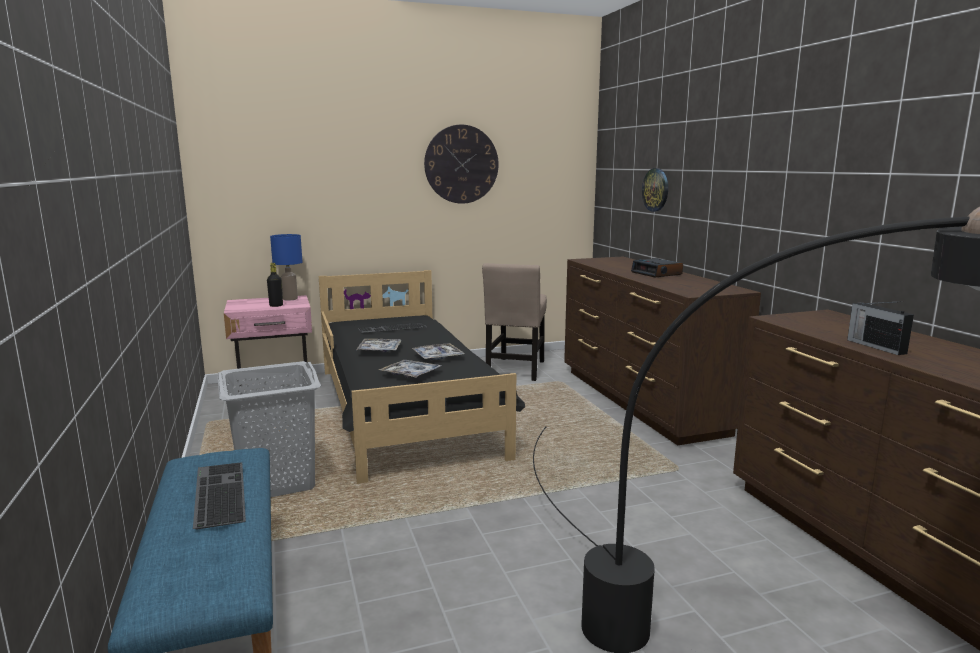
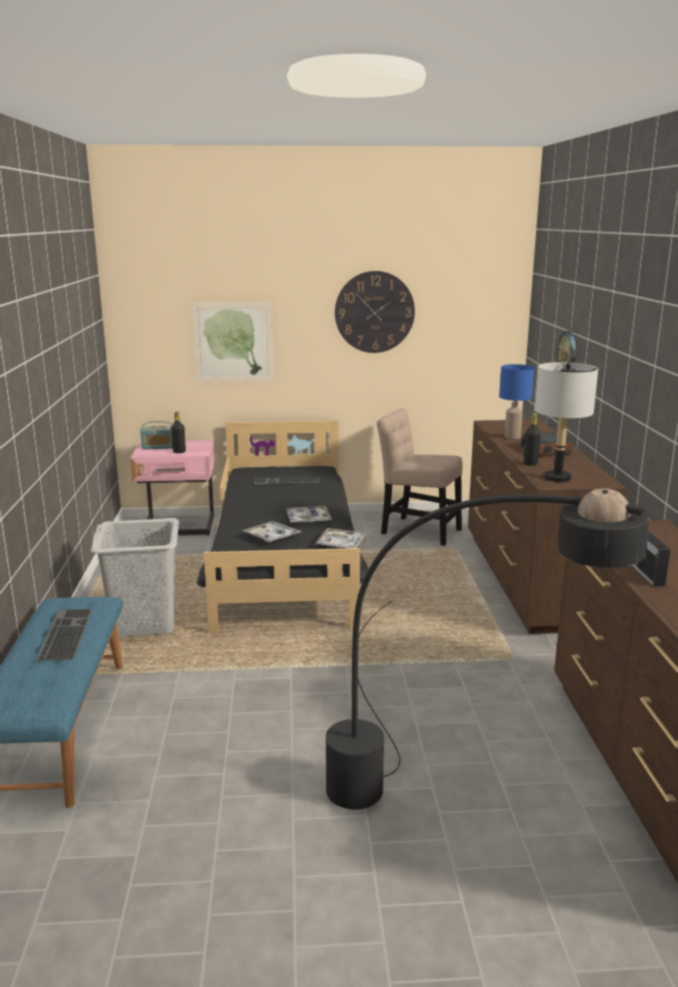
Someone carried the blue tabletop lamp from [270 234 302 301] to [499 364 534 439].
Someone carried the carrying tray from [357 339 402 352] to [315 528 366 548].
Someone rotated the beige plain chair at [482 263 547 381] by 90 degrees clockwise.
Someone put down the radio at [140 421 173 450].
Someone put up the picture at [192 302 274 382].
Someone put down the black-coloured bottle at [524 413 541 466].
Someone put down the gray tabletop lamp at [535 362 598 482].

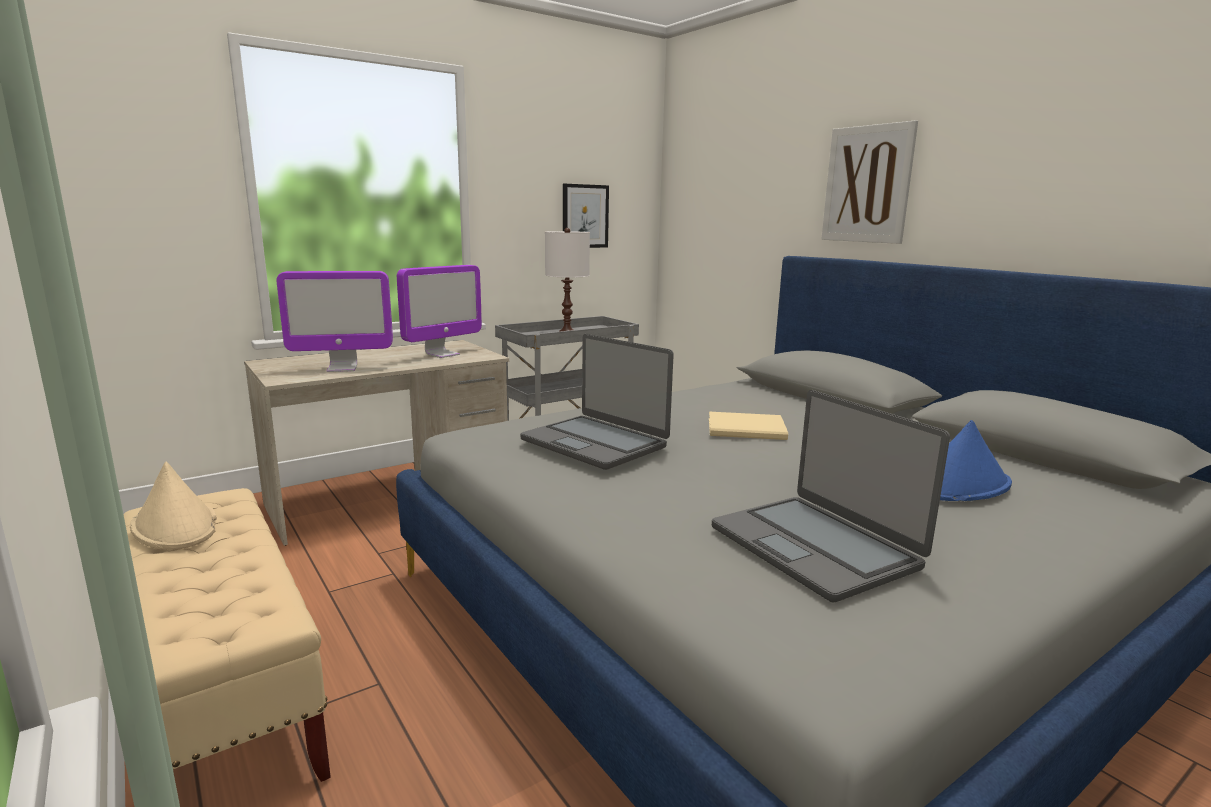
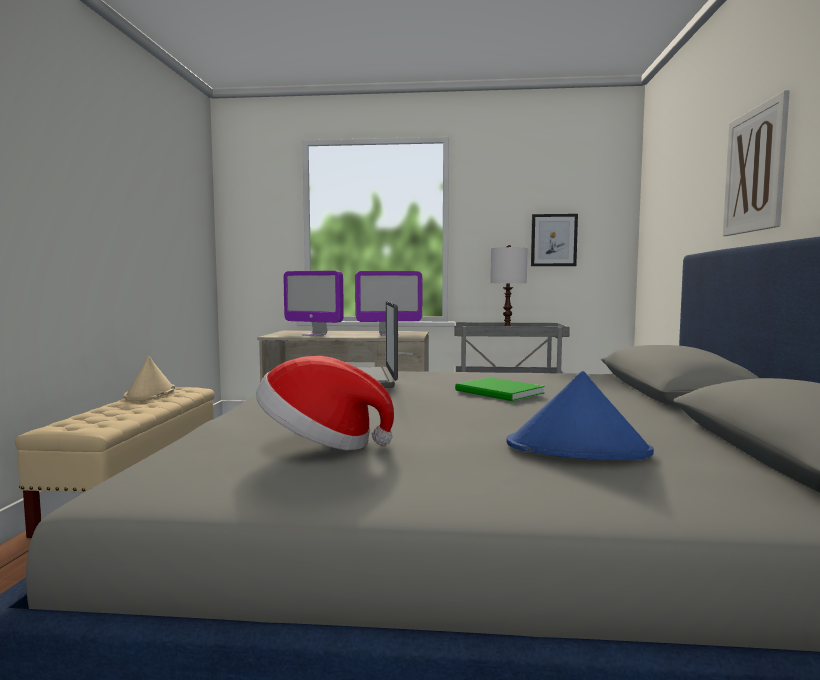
Someone repainted the beige volume at [709 412 788 440], which became the greenish volume at [455 377 545 401].
Someone swapped the laptop at [712 390 950 603] for the hat at [256 356 394 451].

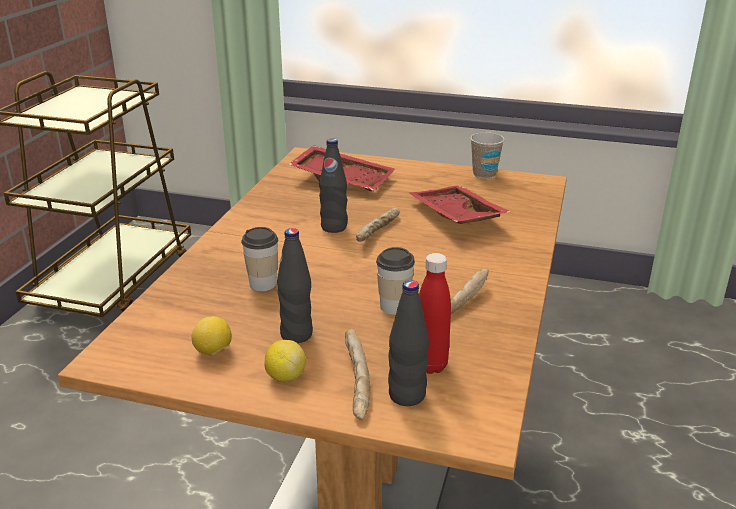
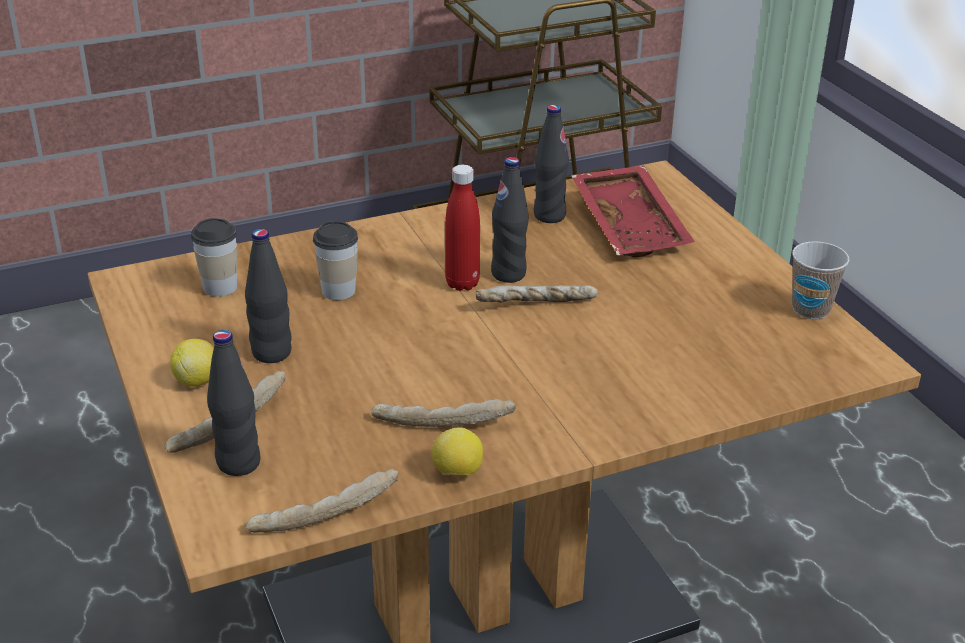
Someone carried the whole lemon from [191 316 232 355] to [431 427 483 476].
Someone carried the cup from [376 247 415 315] to [191 218 237 297].
Someone took away the red-coloured carrying tray at [409 185 510 224].
Someone carried the red-coloured bottle from [419 253 451 374] to [445 165 480 291].
Someone put down the baked bread at [246 468 399 533].
Someone put down the black-coloured bottle at [534 105 569 223].

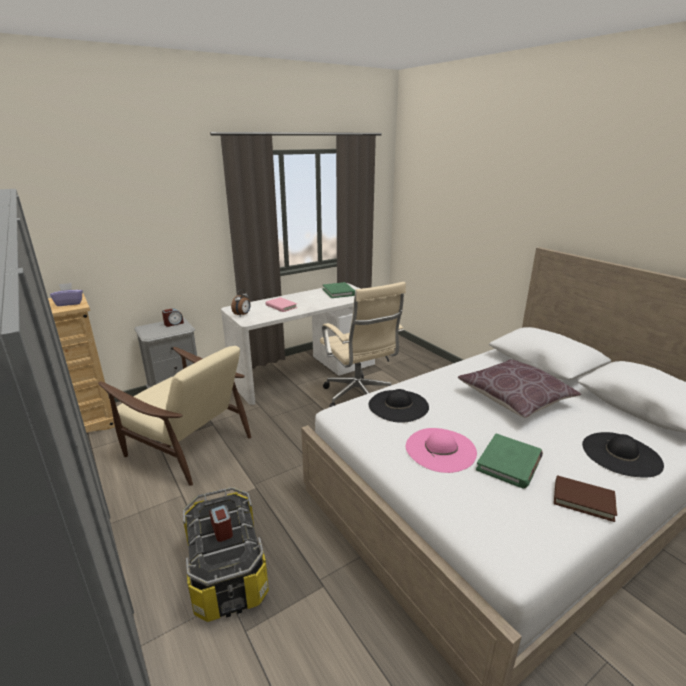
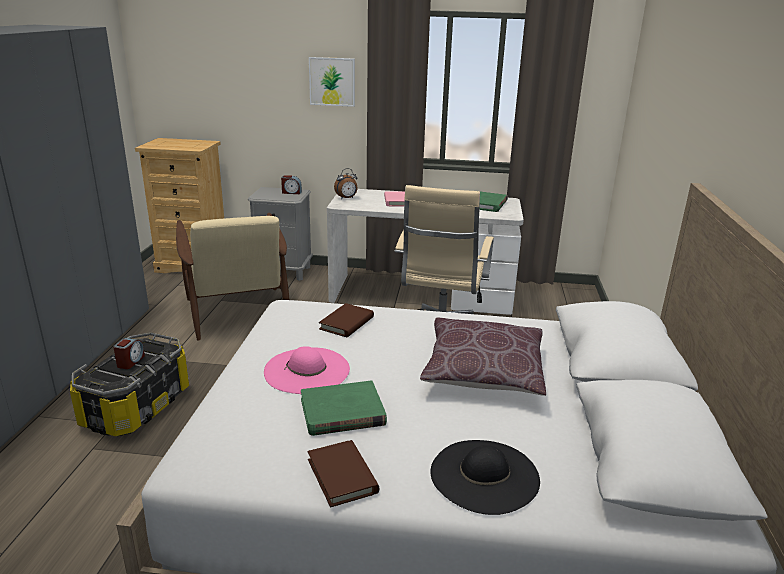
Someone took away the purple tissue holder at [50 283 83 306].
Someone swapped the black-coloured hat at [369 389 429 423] for the brownish volume at [319 303 374 337].
Someone put up the picture at [309 57 355 107].

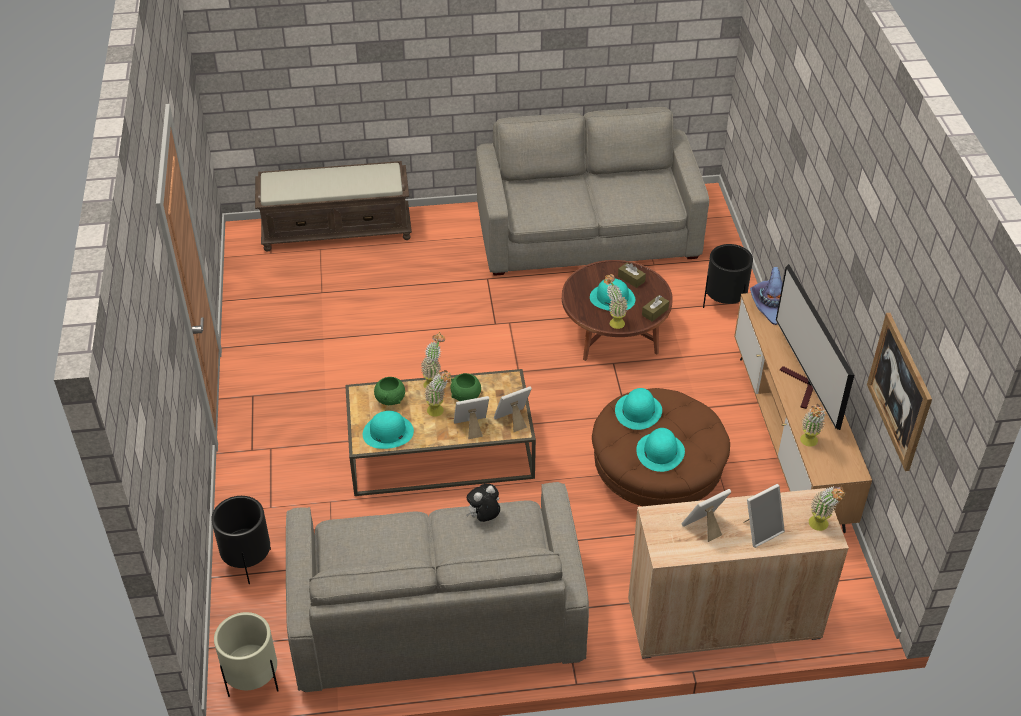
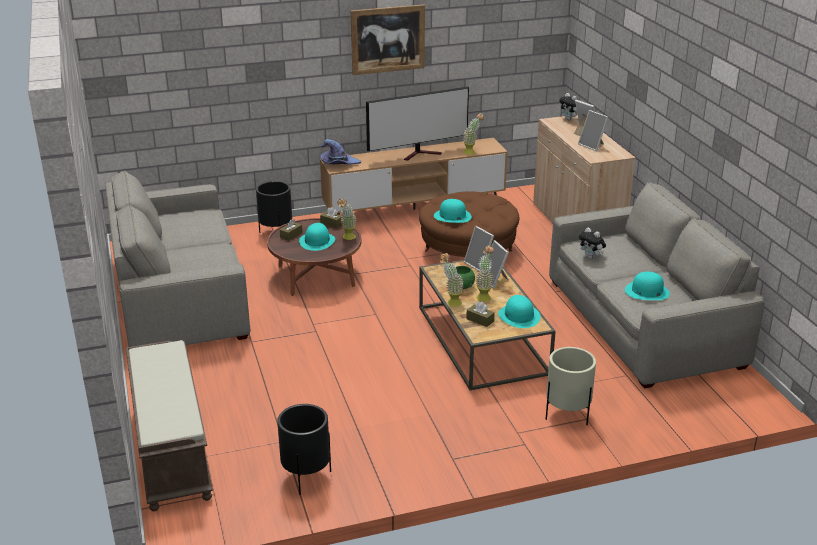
Someone carried the black-coloured plant pot from [211 496 271 584] to [277 404 331 495].
Someone carried the beige plant pot from [214 612 279 697] to [546 347 596 425].
Someone swapped the greenish bowl at [374 377 405 405] for the brownish tissue holder at [466 302 495 327].
Someone carried the blue-green hat from [636 428 685 472] to [625 272 670 300].
Someone swapped the houseplant at [809 486 846 531] for the cuddly toy at [559 93 578 120].
Someone carried the picture from [867 313 932 471] to [351 5 425 75].

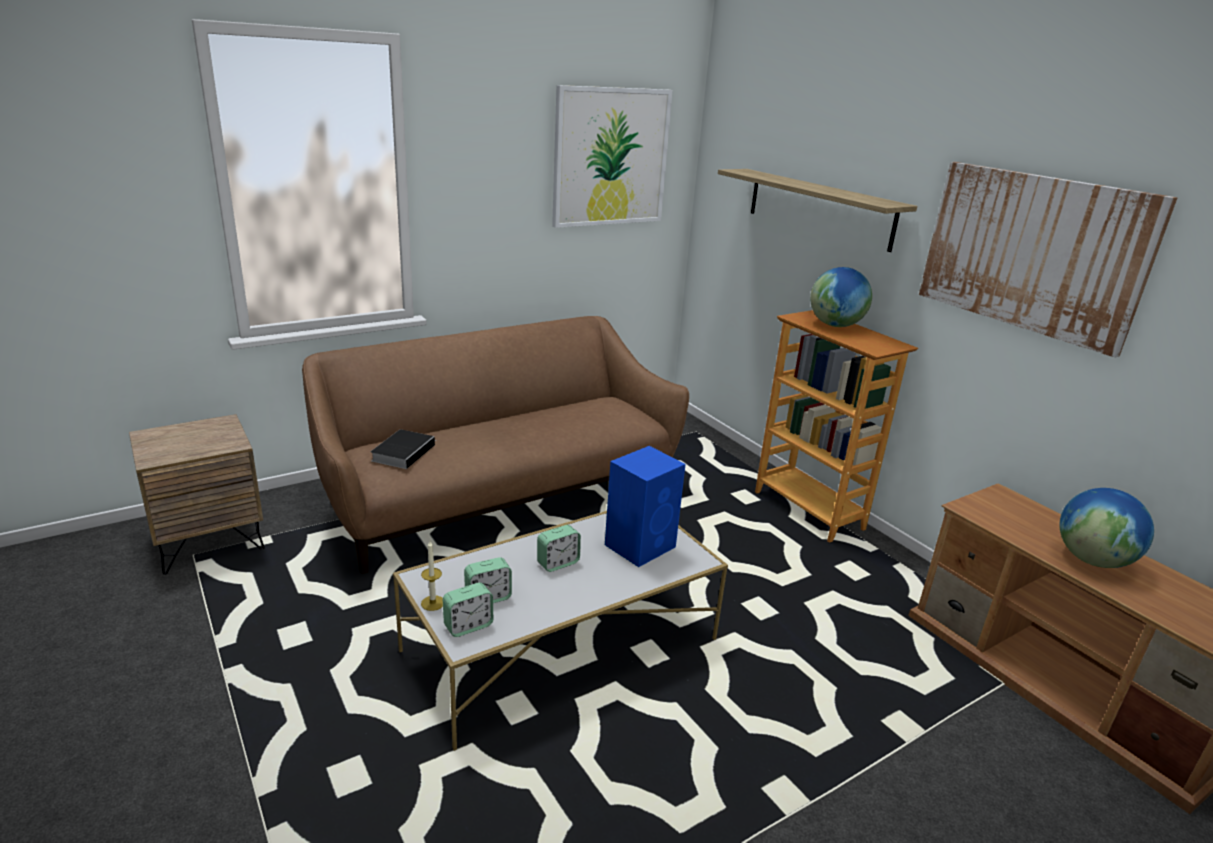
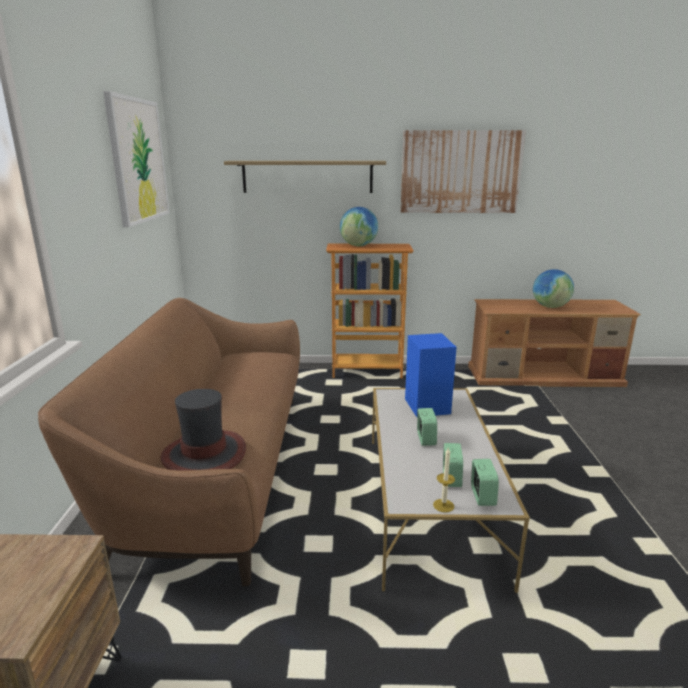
Someone swapped the volume at [371 429 437 469] for the hat at [160 389 246 471].

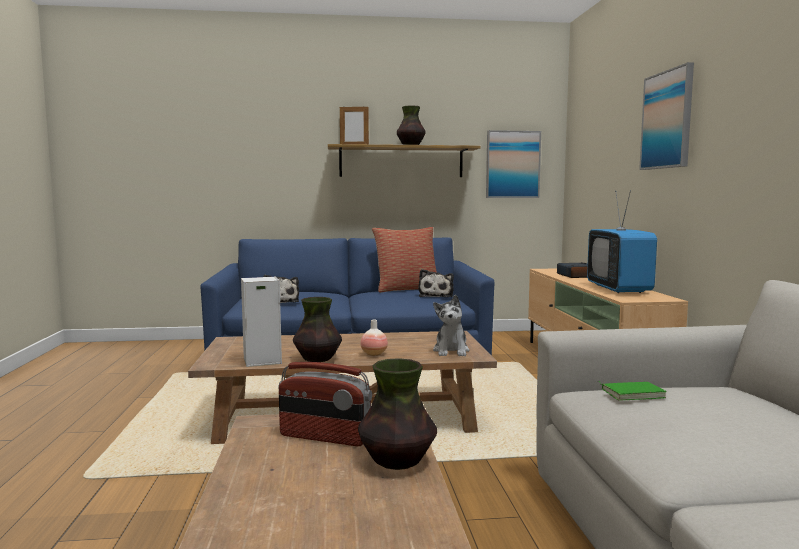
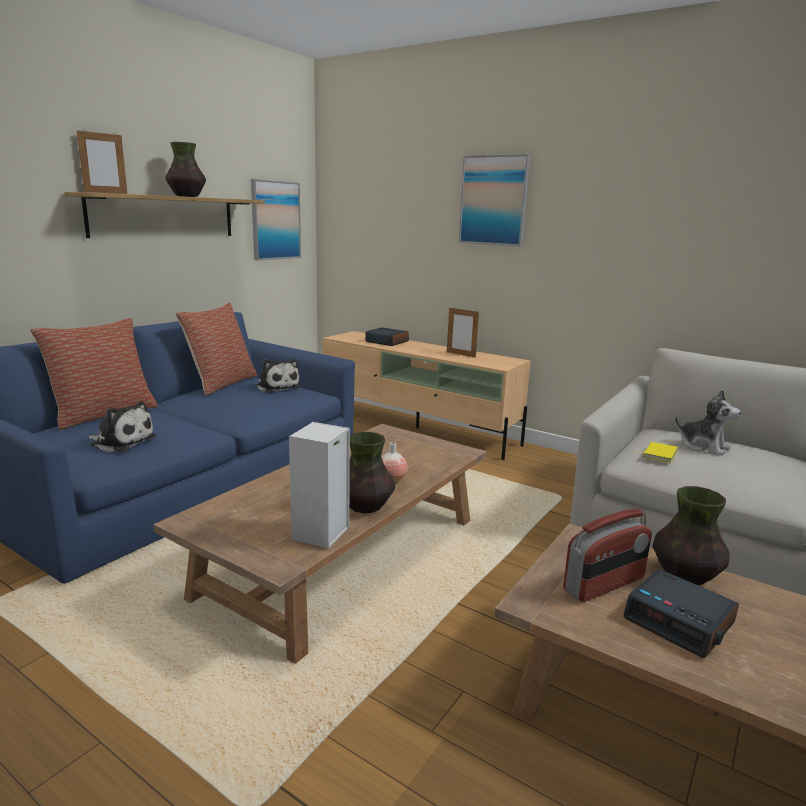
Someone carried the cuddly toy from [433 295 470 356] to [675 389 741 456].
Someone swapped the television at [587 190 657 293] for the standing frame at [447 307 479 358].
Someone repainted the greenish volume at [599 381 667 400], which became the yellowish volume at [634 442 678 463].
Someone put down the pillow at [30 318 158 430].
Someone put down the bedside clock at [623 569 739 658].

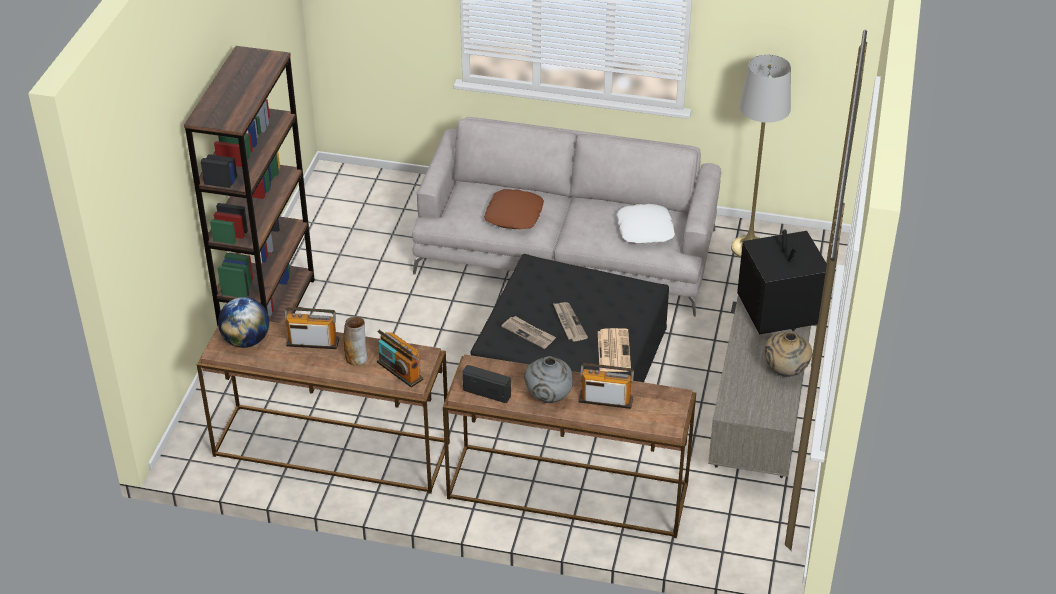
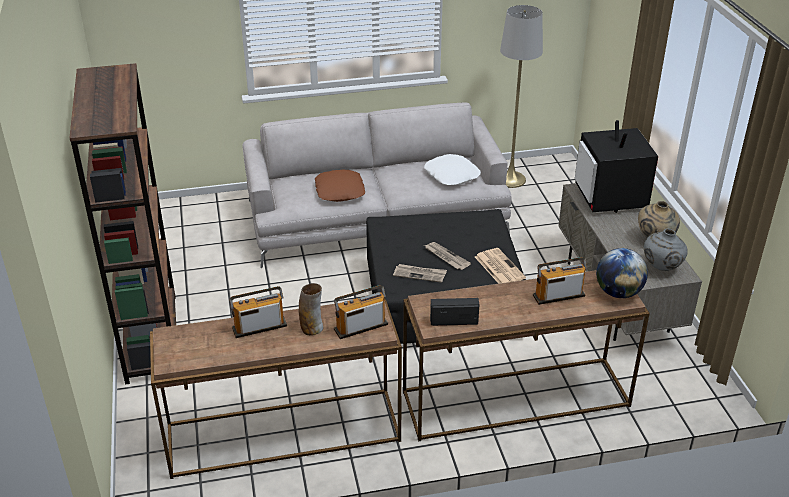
Someone carried the world globe from [218 297 269 348] to [596 248 648 298].
Someone rotated the radio at [377 330 423 388] by 135 degrees clockwise.
Someone carried the gray flower vase from [524 356 573 403] to [644 229 688 271].
Someone rotated the television at [737 229 827 335] by 150 degrees counterclockwise.

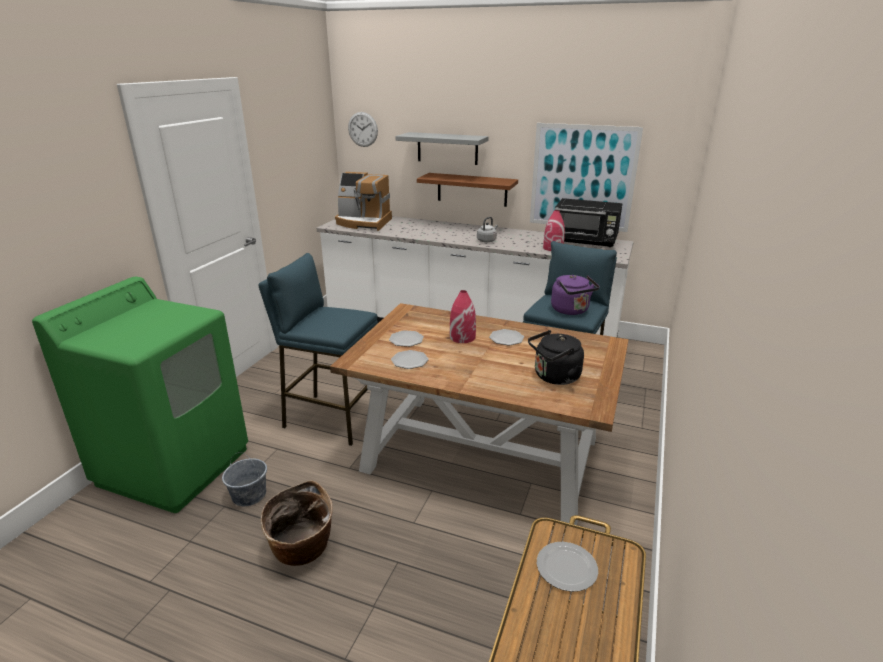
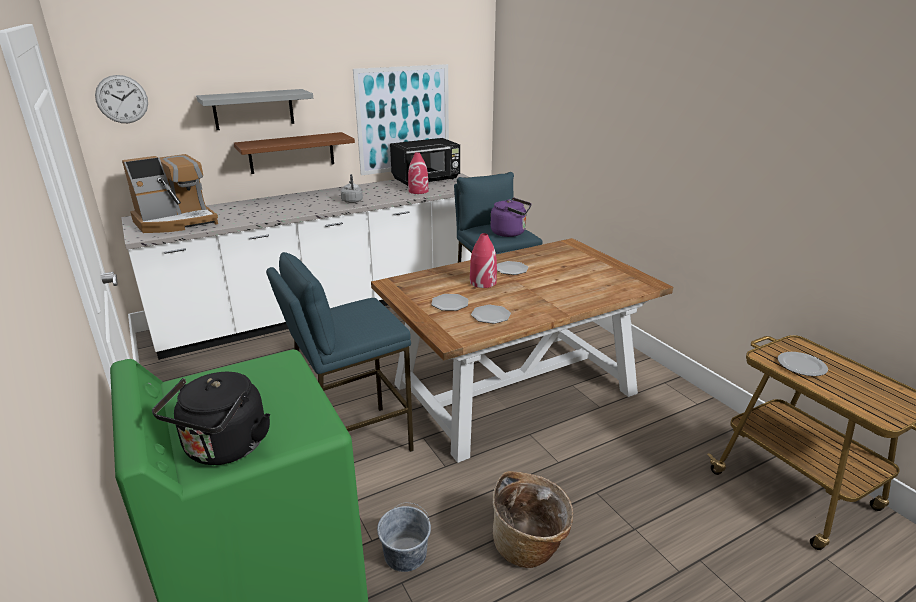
Someone carried the black-coloured tea kettle from [528 330 584 385] to [152 372 270 465].

